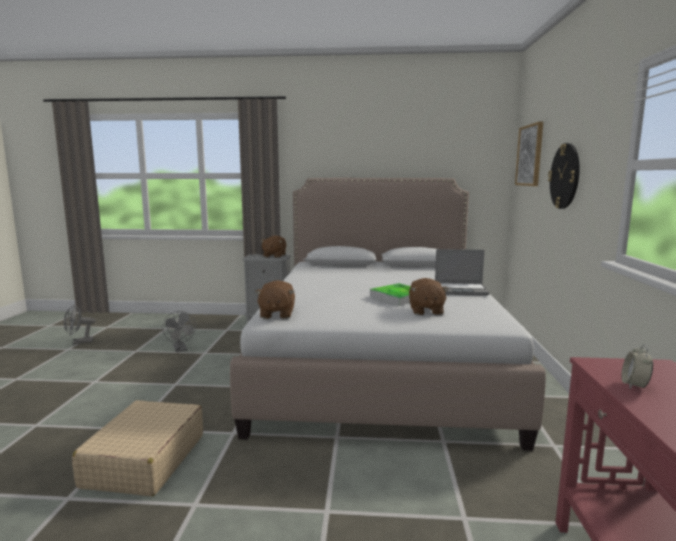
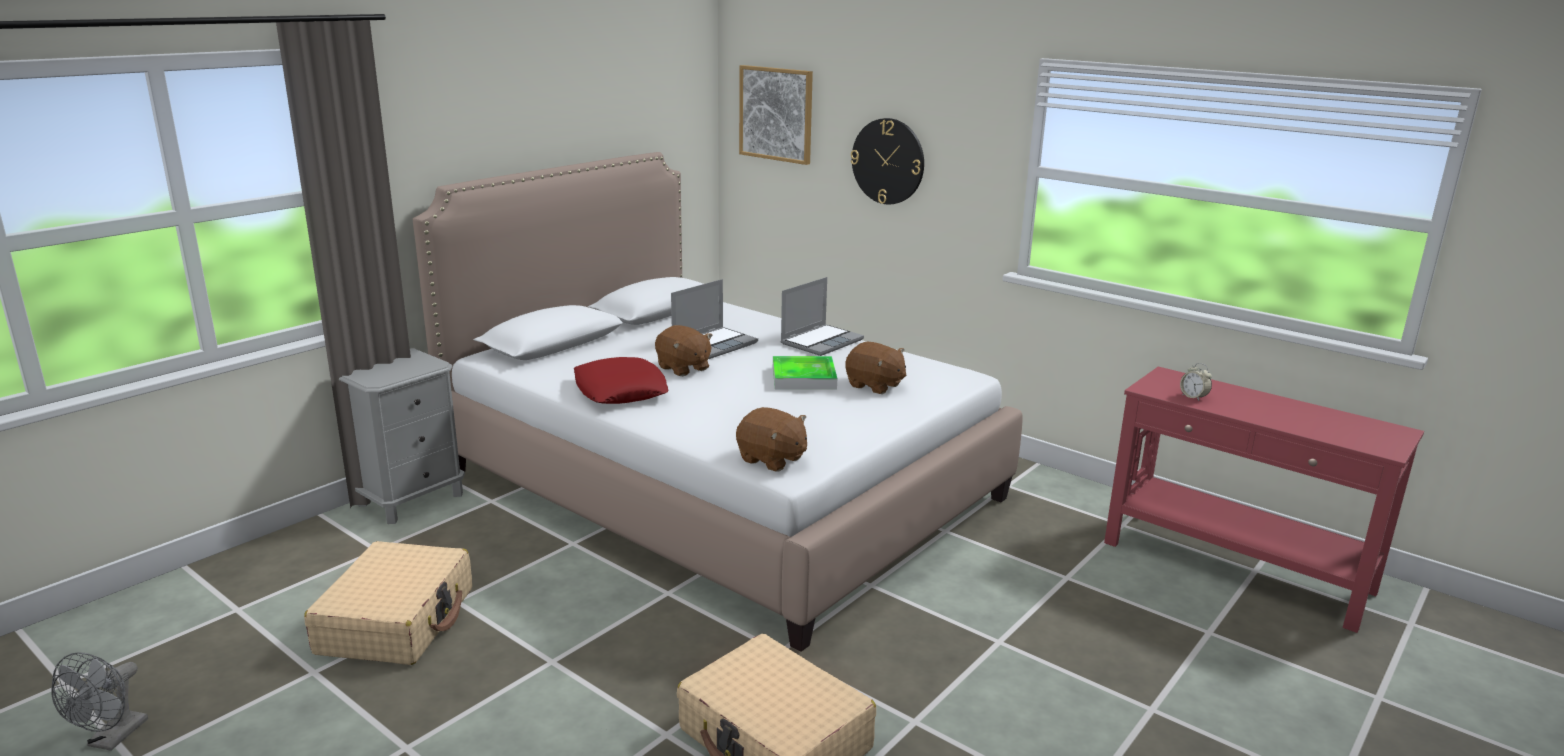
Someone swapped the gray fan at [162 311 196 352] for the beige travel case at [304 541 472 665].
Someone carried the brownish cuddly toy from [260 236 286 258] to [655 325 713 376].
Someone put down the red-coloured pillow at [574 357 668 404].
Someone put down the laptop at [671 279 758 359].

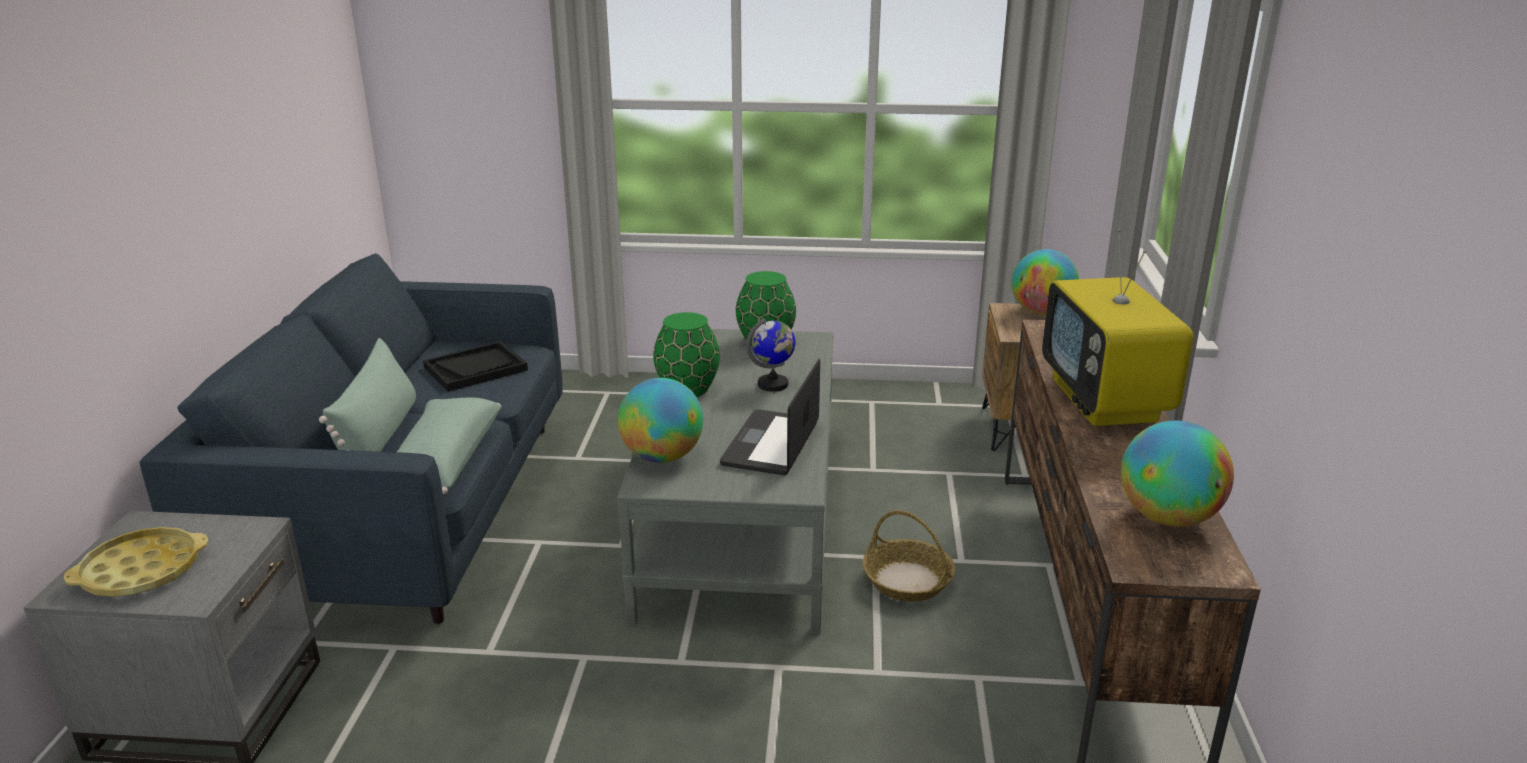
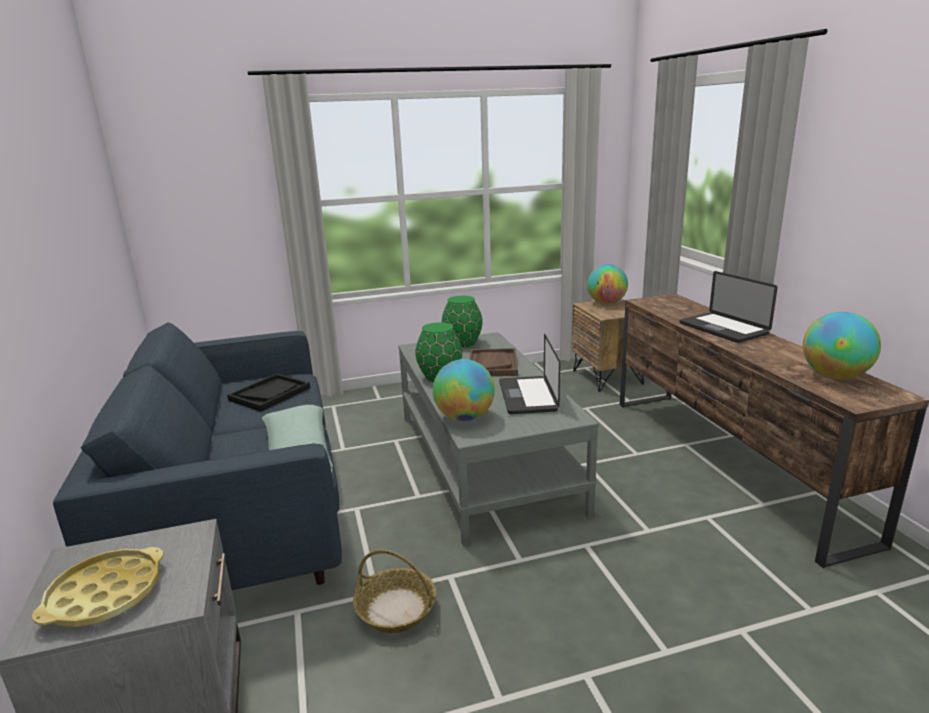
Someone took away the greenish pillow at [319 338 416 452].
Someone swapped the world globe at [746 318 796 392] for the brownish carrying tray at [470 348 518 376].
Someone carried the storage basket from [863 511 955 602] to [353 550 436 633].
Someone swapped the television at [1042 229 1194 426] for the laptop at [679 271 778 343].

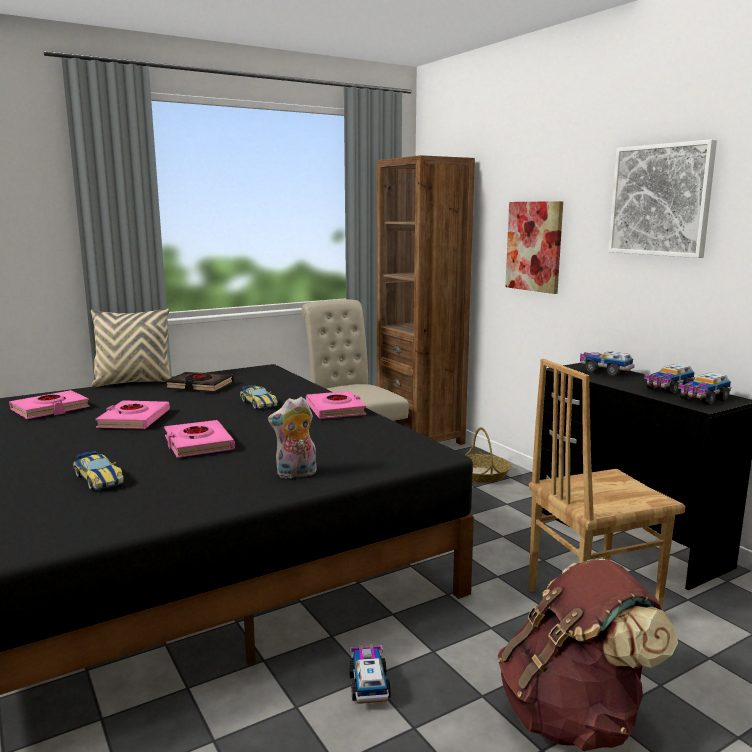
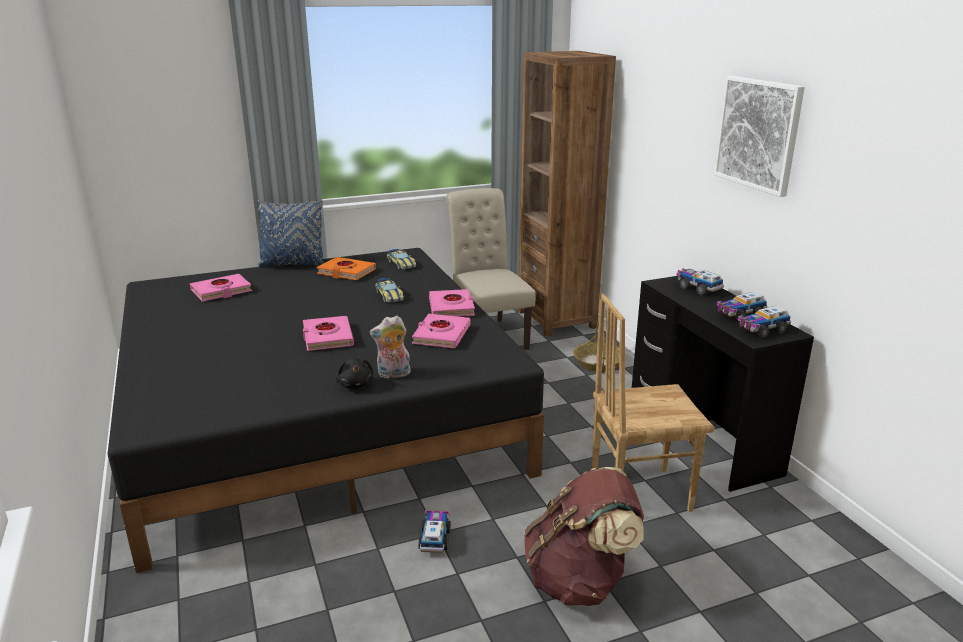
Someone carried the model car from [73 452 124 490] to [387 249 416 269].
Someone repainted the beige pillow at [91 309 171 387], which became the blue pillow at [257 200 324 268].
Someone carried the pink-coloured volume from [96 400 170 429] to [412 314 471 348].
Someone repainted the black-coloured volume at [165 372 234 392], which became the orange volume at [317 257 376 280].
Someone took away the picture at [505 201 563 294].
Someone put down the black-coloured cuddly toy at [336 358 373 389].

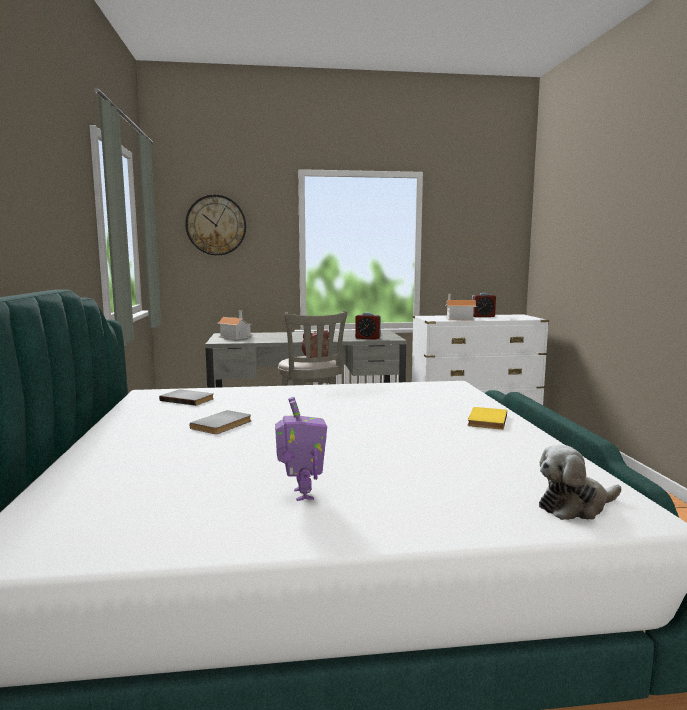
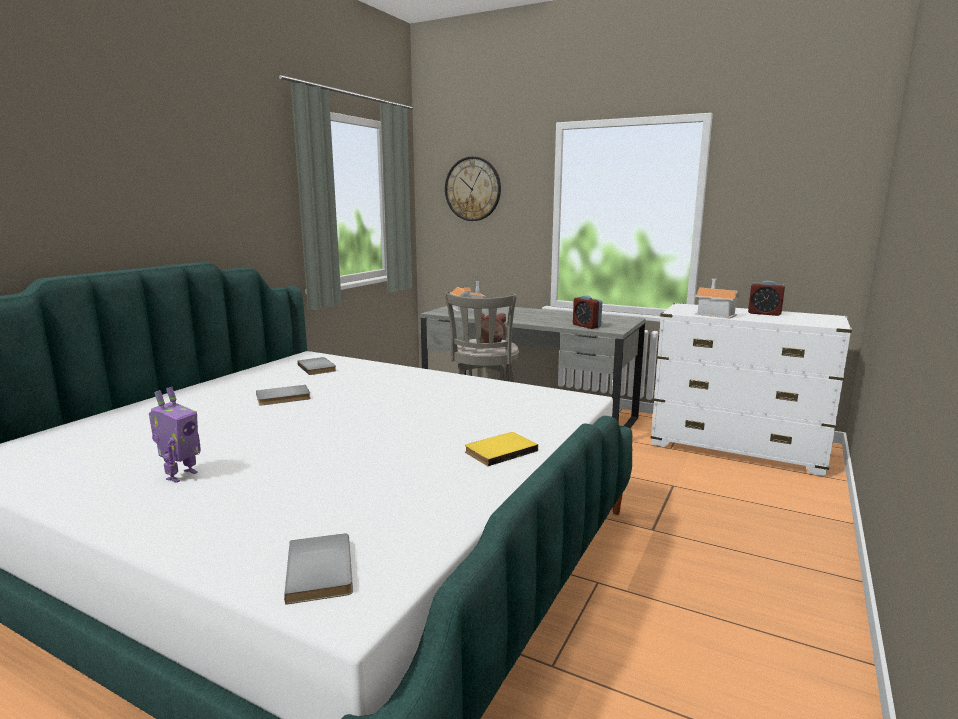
Someone swapped the cuddly toy at [539 445 621 520] for the gray volume at [284 534 353 605].

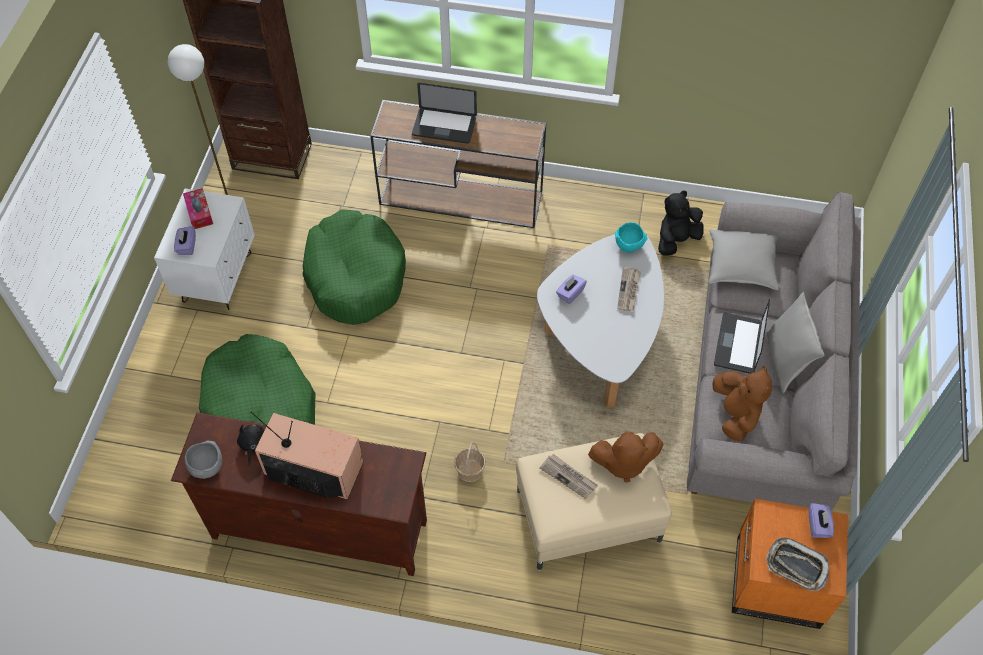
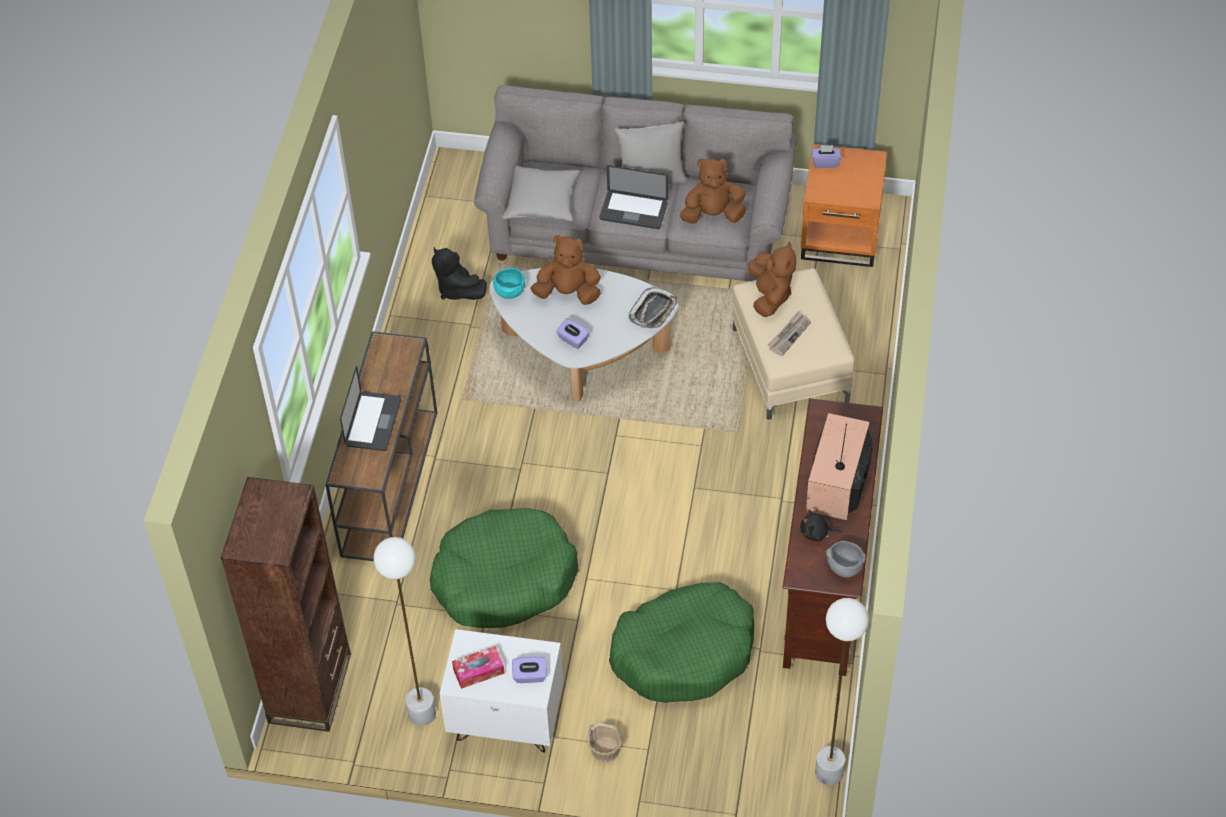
Someone carried the storage basket from [454 442 485 482] to [588 723 622 763].
Someone swapped the printed paper at [617 267 641 311] for the brownish cuddly toy at [531 235 601 305].
Someone carried the carrying tray from [766 538 829 591] to [629 287 678 329].
Someone put down the white-coloured floor lamp at [815 598 869 785].

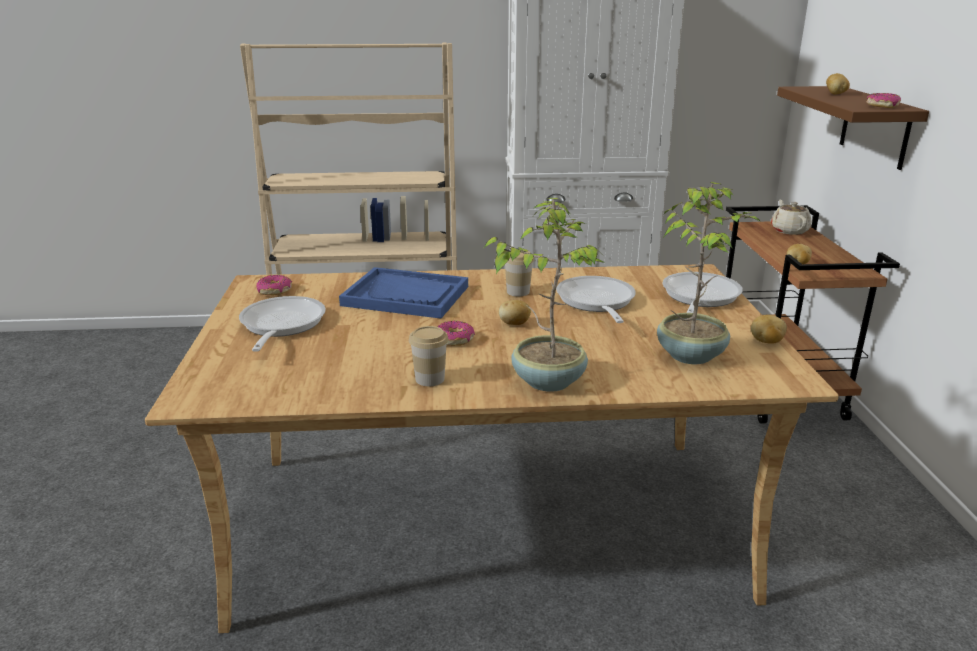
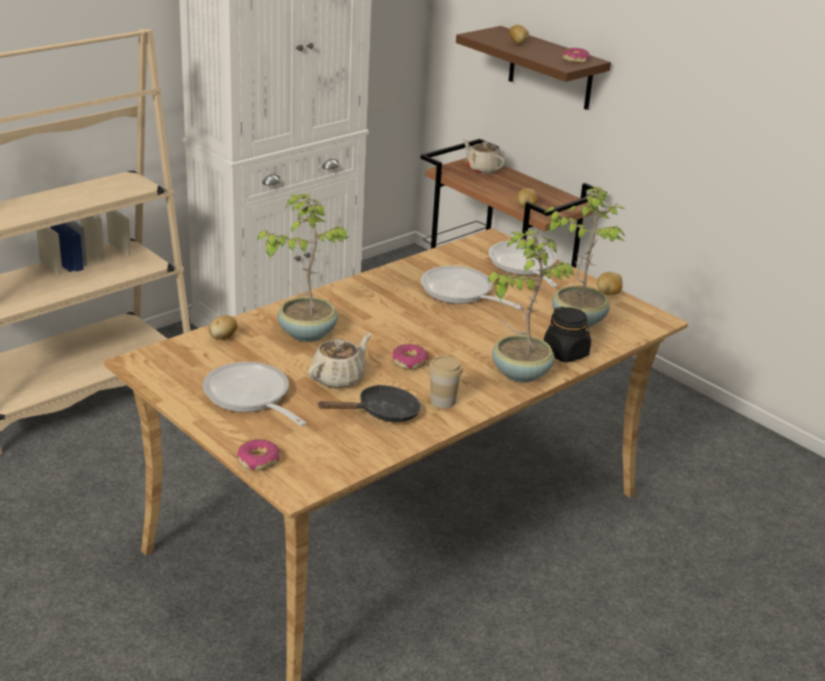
Someone carried the doughnut from [256 275 292 296] to [237 439 279 471].
Someone swapped the blue carrying tray at [339 267 468 319] for the houseplant at [257 194 349 342].
Someone carried the spud from [499 300 531 325] to [209 315 237 340].
Someone took away the cup at [505 251 534 297].
Someone put down the beige pot for tea at [308 333 372 389].
Someone put down the black-coloured pan at [317 385 421 422].
Someone put down the black-coloured jar at [544 306 591 363].

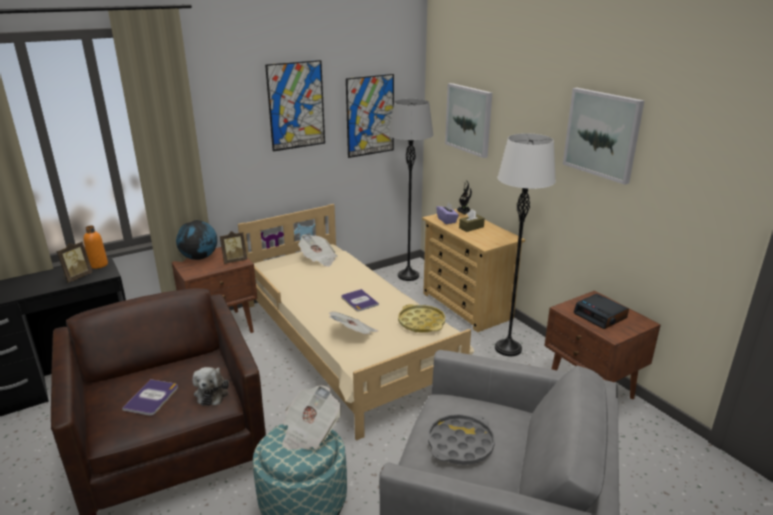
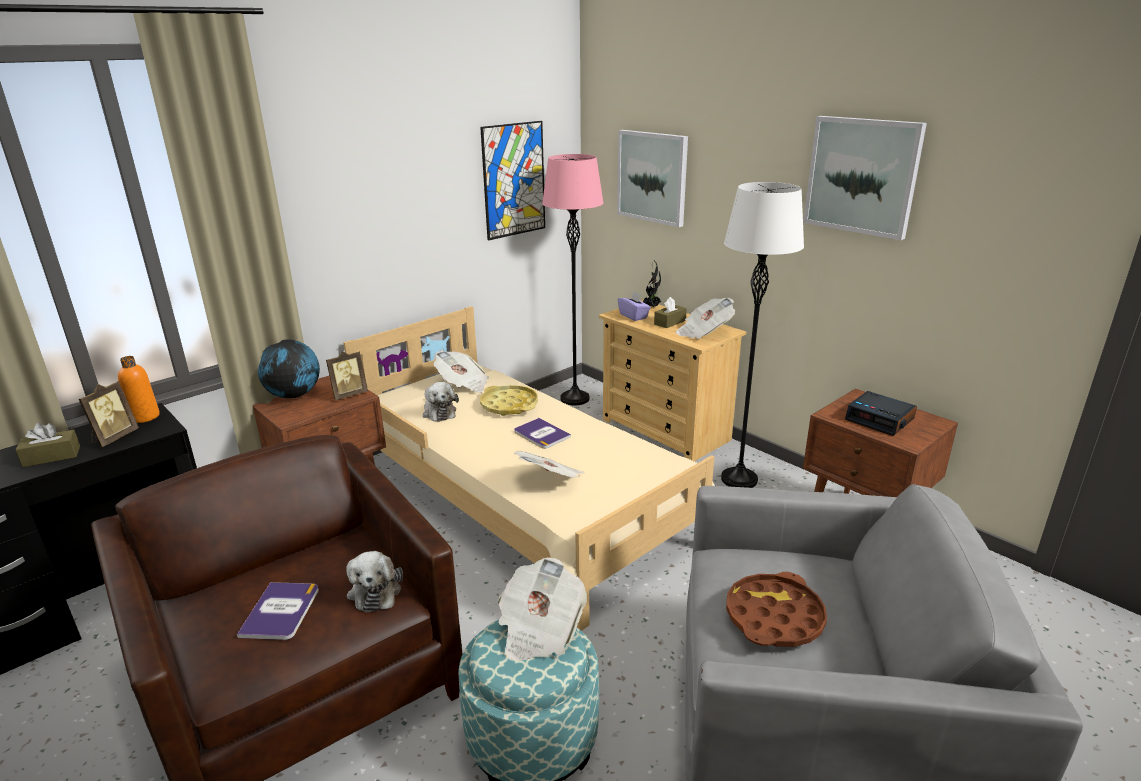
Someone took away the picture at [265 60 325 152].
Someone repainted the gray floor lamp at [389 99 433 281], which became the pink-coloured floor lamp at [542 154 604 406].
Someone carried the yellowish carrying tray from [398 304 445 332] to [480 385 538 416].
Someone repainted the gray carrying tray at [428 414 495 465], which became the brownish carrying tray at [726 572 827 647].
Someone put down the brownish tissue holder at [15 423 80 467].
Someone put down the cuddly toy at [423 382 459 422].
Someone put down the printed paper at [676 298 735 339].

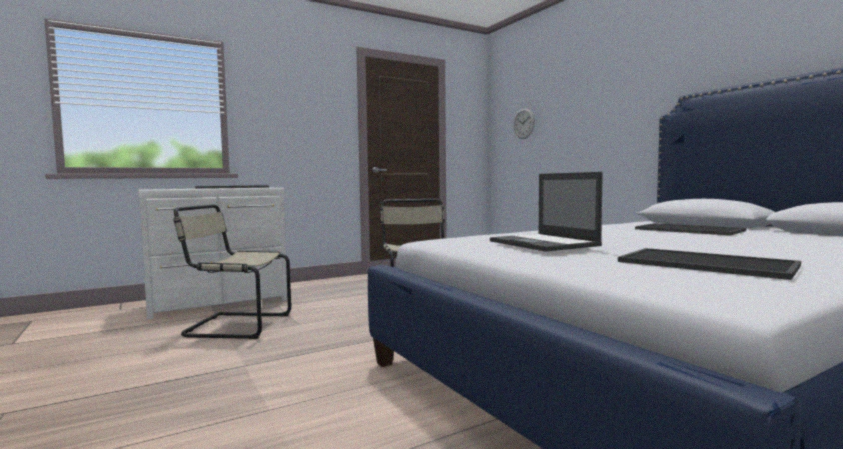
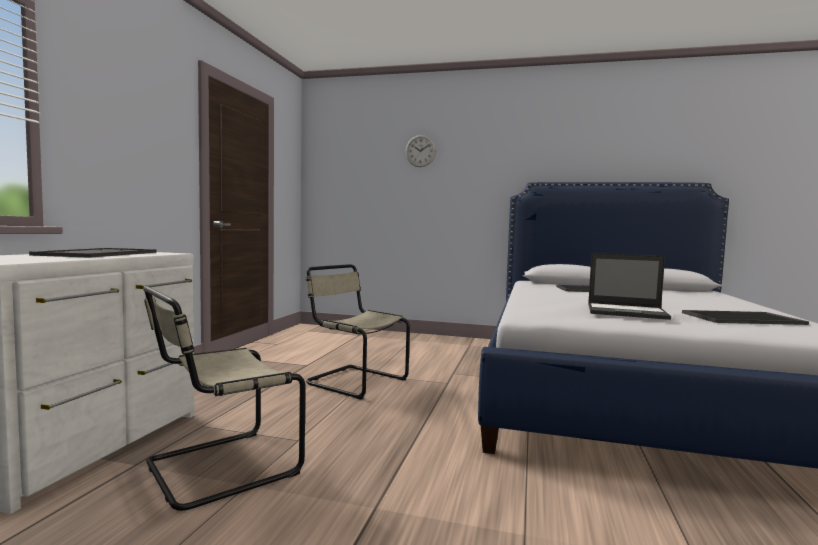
Someone carried the wall clock from [513 108 535 139] to [405 135 436 167].

